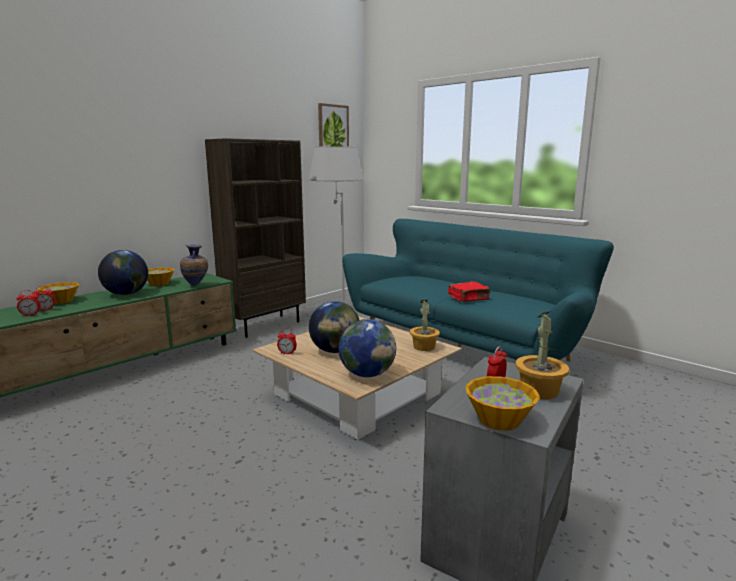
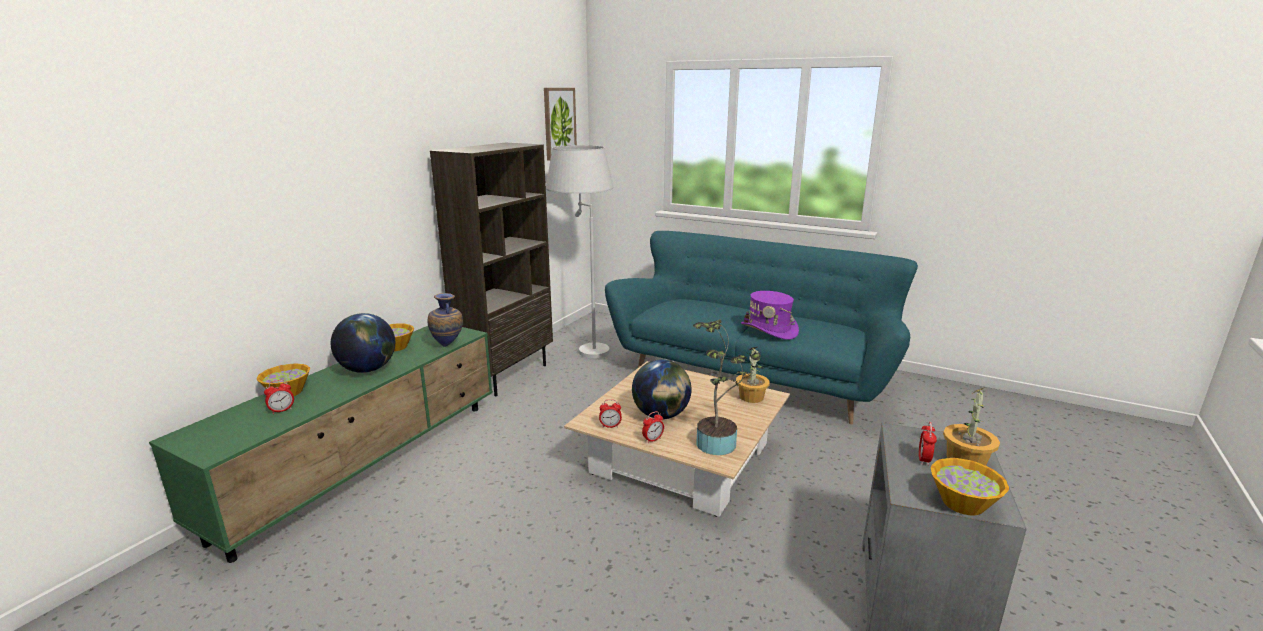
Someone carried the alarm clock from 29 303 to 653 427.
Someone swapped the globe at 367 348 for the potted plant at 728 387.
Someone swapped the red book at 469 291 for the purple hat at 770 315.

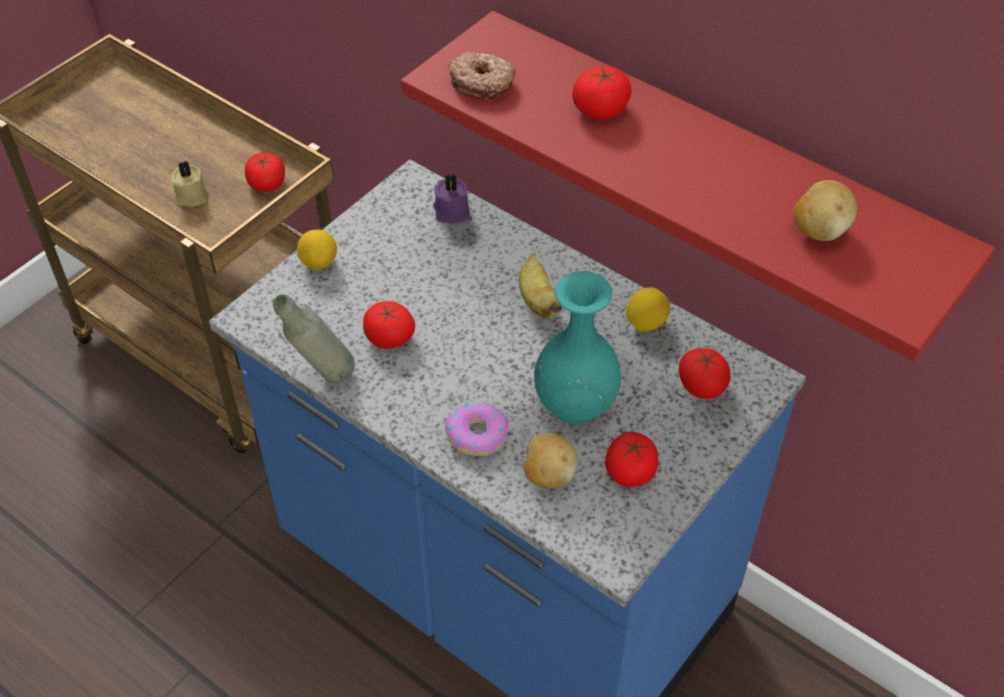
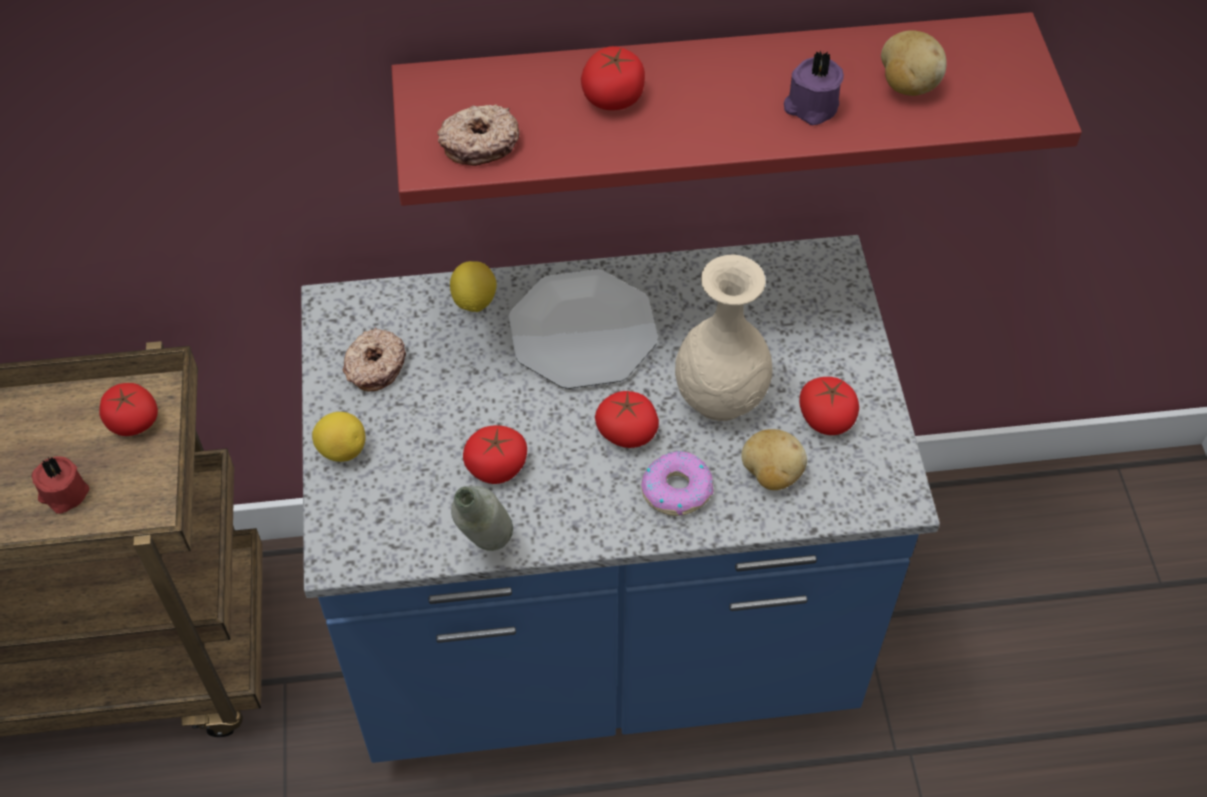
Someone put down the donut at 374 359.
Someone carried the purple candle from 451 199 to 814 88.
Someone carried the lemon from 648 309 to 473 286.
Someone carried the tomato from 705 373 to 627 419.
Someone swapped the banana at 540 286 for the plate at 583 329.
Someone repainted the beige candle at 189 184, which became the red candle at 60 485.
Someone repainted the turquoise vase at 577 347, which became the beige vase at 724 338.

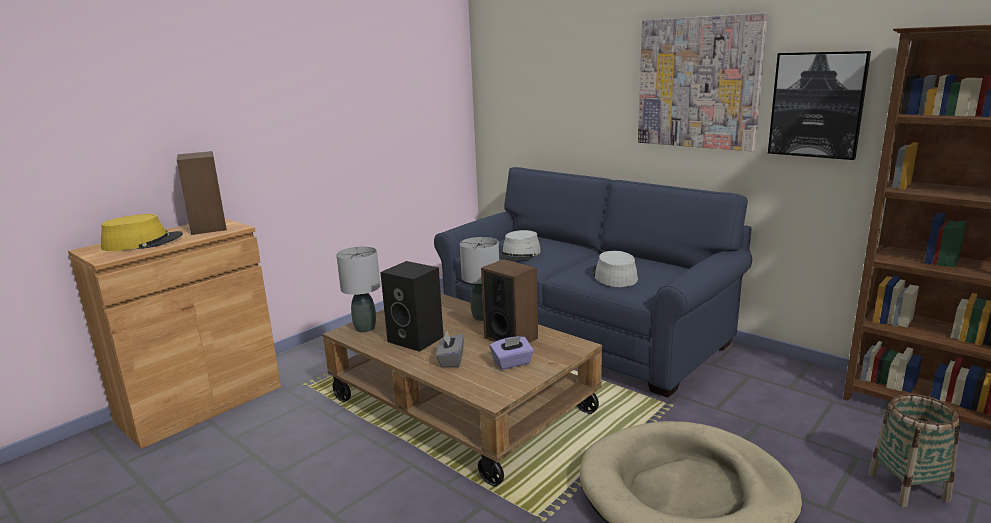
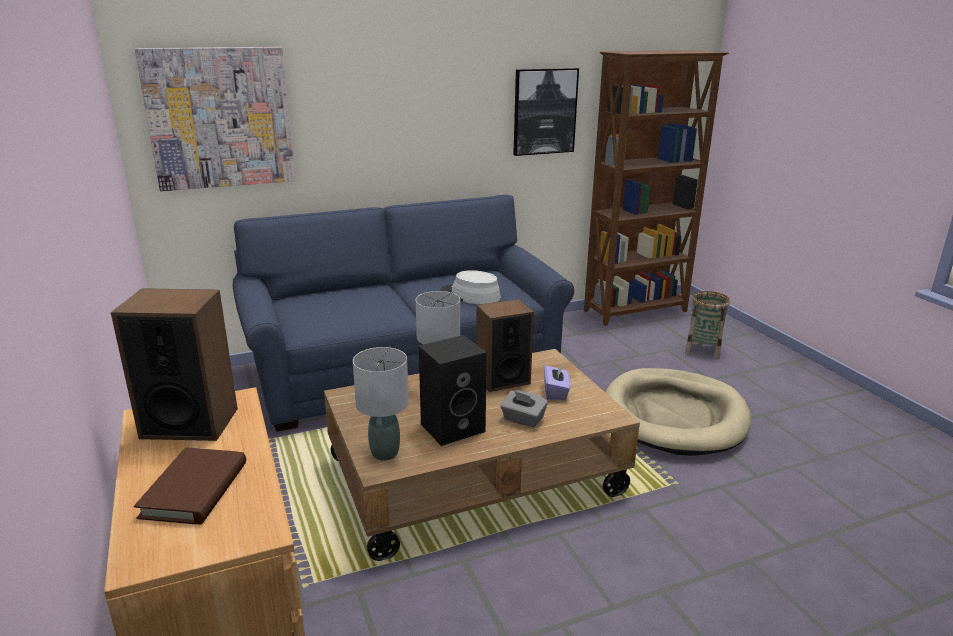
Someone took away the grey hat at 520 245.
Someone carried the picture from 703 82 to 215 119.
Someone swapped the yellow hat at 142 232 for the brown book at 190 486.

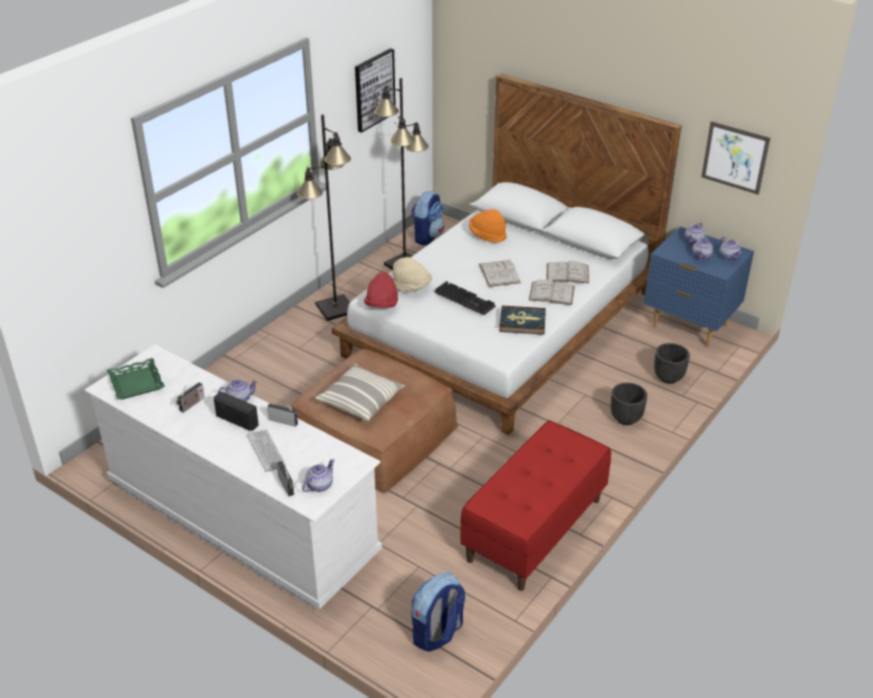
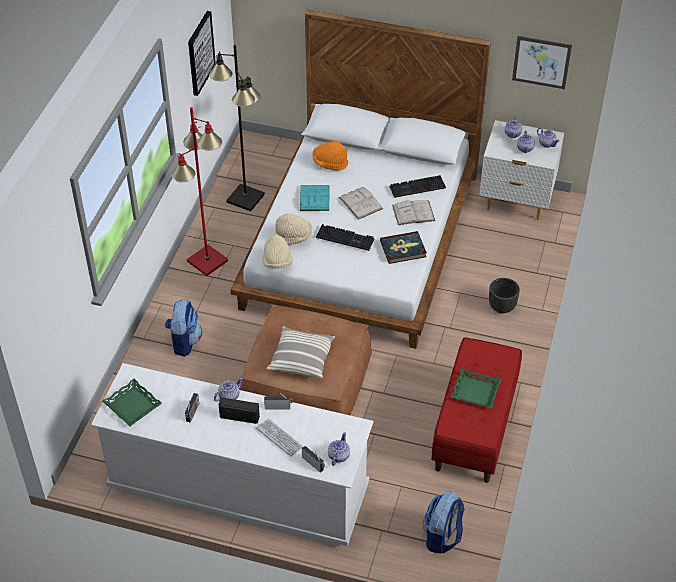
Someone took away the black planter at 672 363.
Someone put down the turquoise book at 315 198.
Someone put down the green tray at 475 388.
Someone carried the backpack from 428 218 to 183 328.
Someone swapped the white book at 568 272 for the keyboard at 418 186.
Someone repainted the black floor lamp at 324 217, which became the red floor lamp at 199 191.
Someone repainted the red hat at 381 290, which became the beige hat at 277 251.
Someone repainted the blue nightstand at 699 286, which became the white nightstand at 521 170.

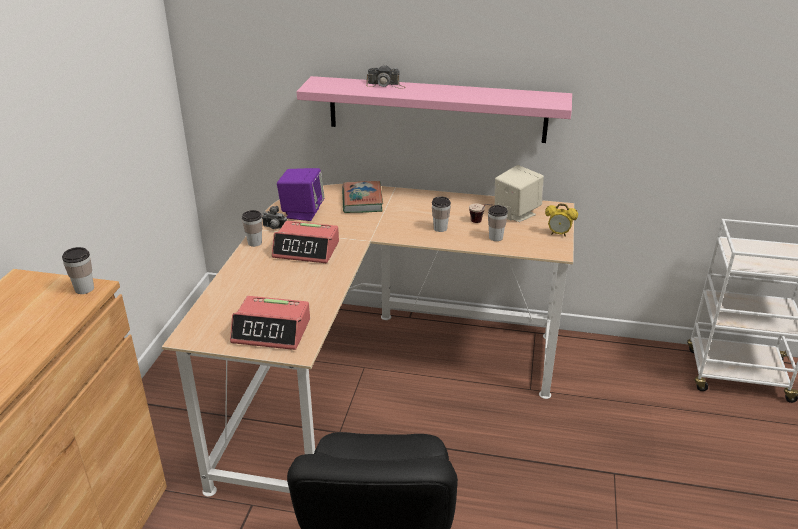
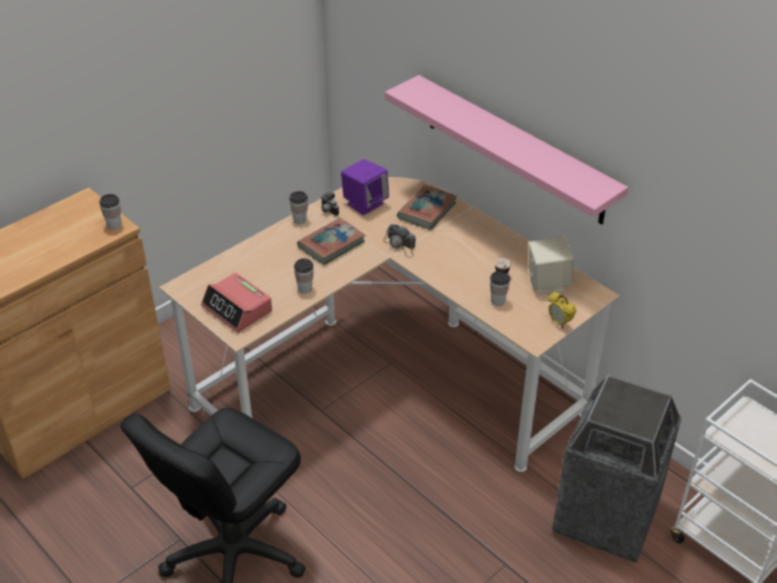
Someone put down the trash can at 617 469.
Someone carried the photo camera from 386 77 to 399 241.
Someone carried the cup from 441 214 to 304 276.
Someone swapped the alarm clock at 305 242 for the book at 331 241.

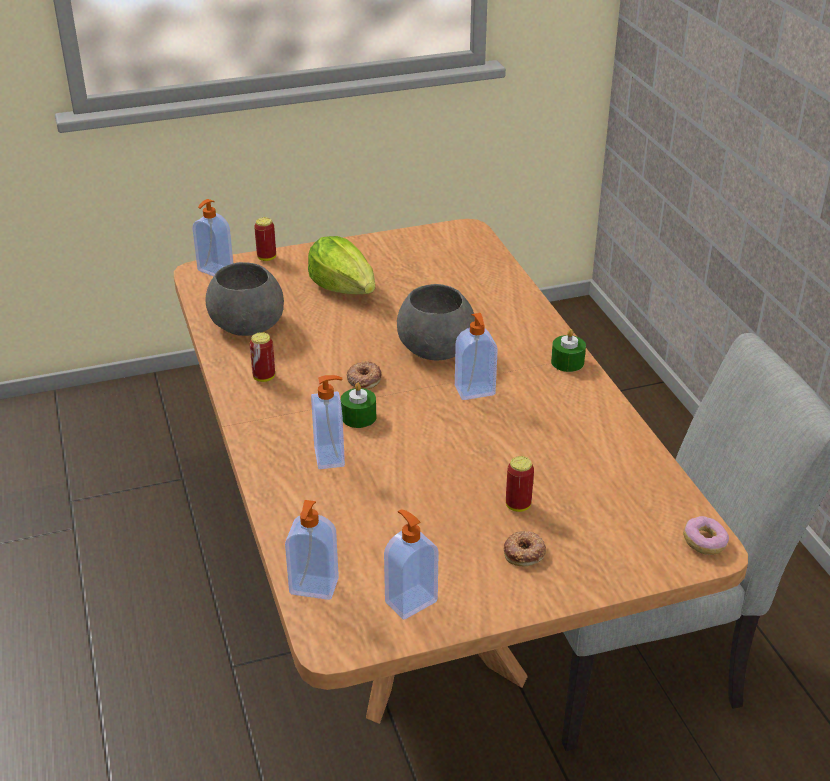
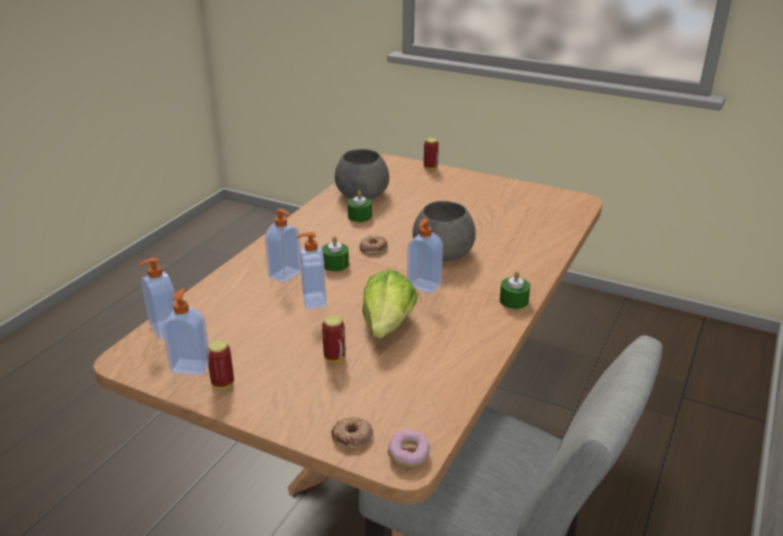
Someone put down the green candle at 360 206.
Someone carried the soap dispenser from 212 237 to 311 270.
Someone carried the can from 262 357 to 220 364.
Someone carried the lettuce from 341 265 to 390 303.
Someone carried the donut from 525 549 to 352 432.

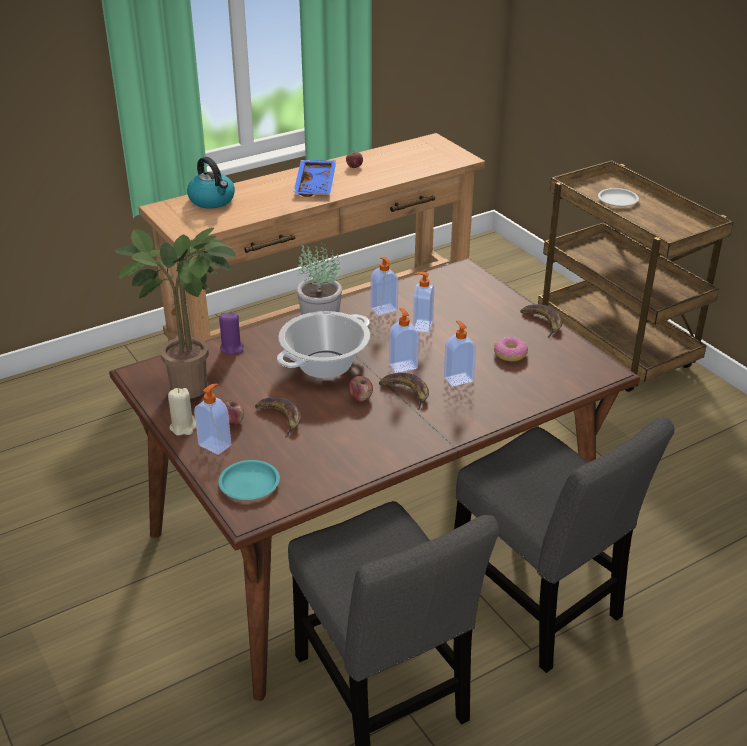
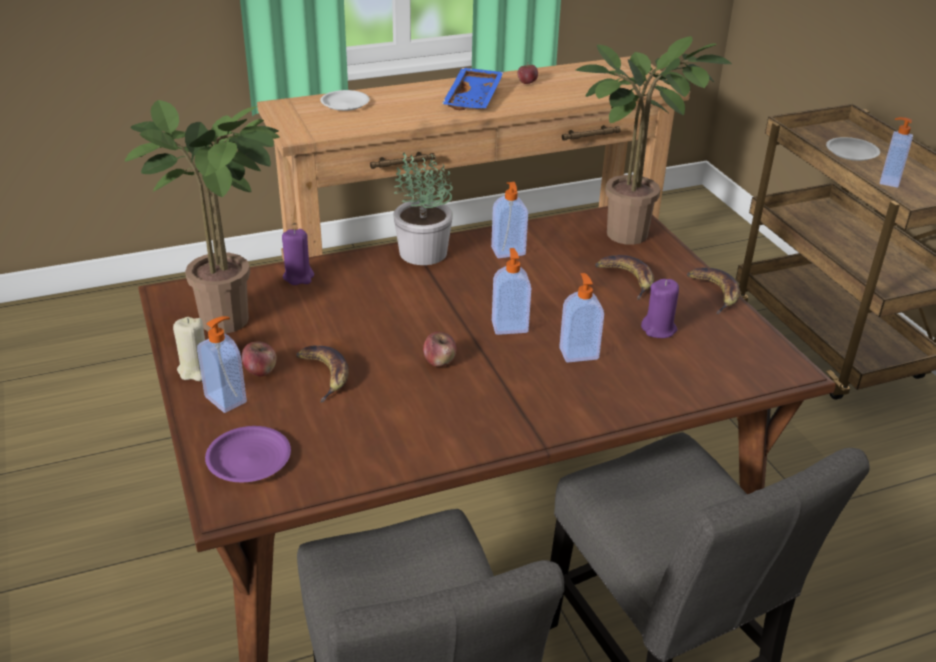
Someone took away the cooking pot at 323 344.
Someone put down the potted plant at 654 140.
Someone carried the banana from 404 391 to 624 277.
Someone carried the soap dispenser from 423 302 to 896 152.
Someone swapped the kettle at 211 182 for the white plate at 345 100.
Someone swapped the donut at 511 348 for the purple candle at 660 308.
Someone repainted the turquoise plate at 249 480, which became the purple plate at 248 454.

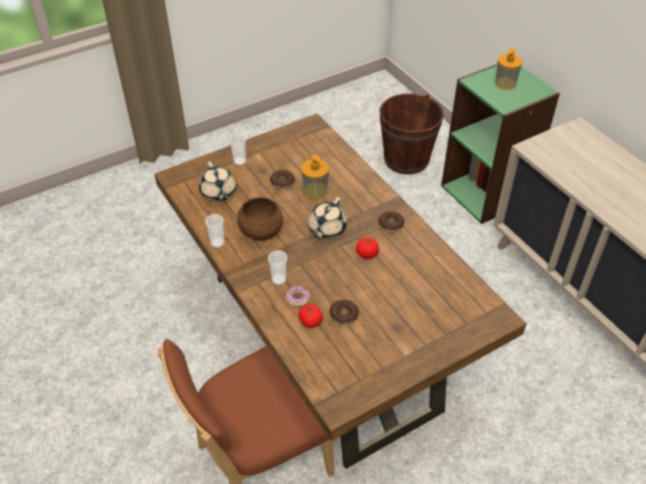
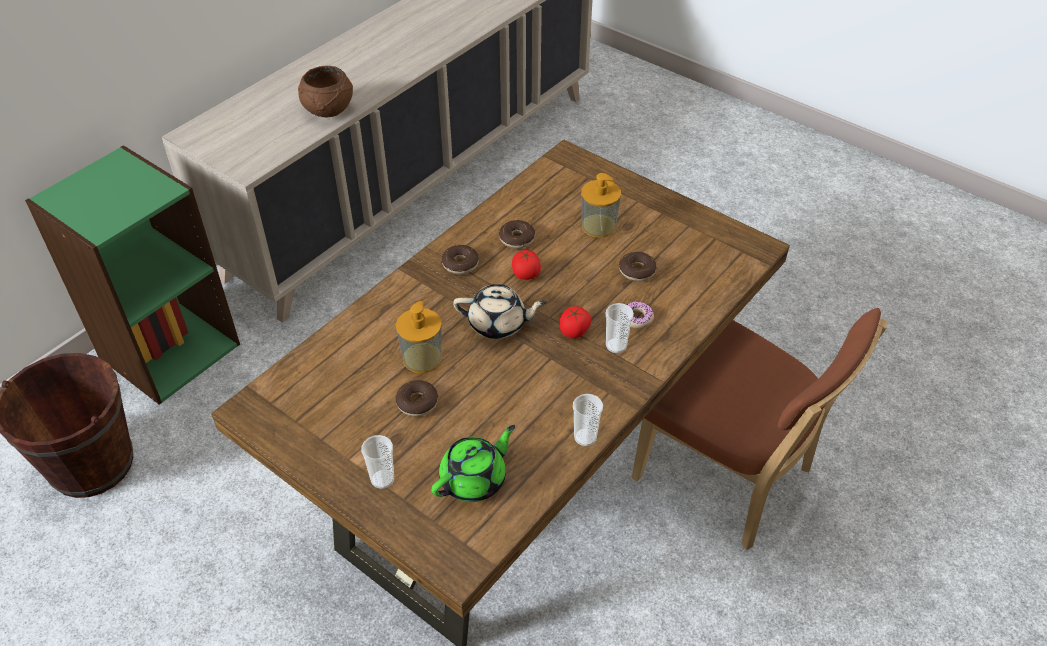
Someone put down the donut at 517 234.
Someone carried the brown bowl from 260 219 to 325 91.
Someone carried the tomato from 310 316 to 575 322.
Someone carried the soap dispenser from 509 69 to 601 205.
Someone repainted the beige teapot at 217 181, which became the green teapot at 473 463.

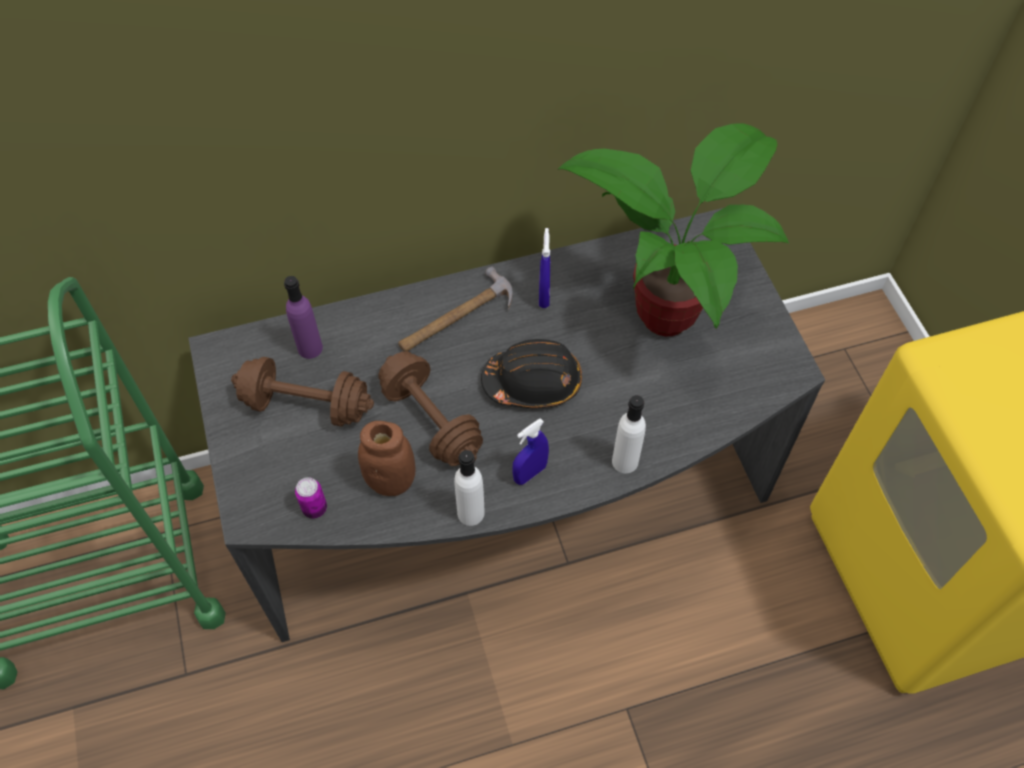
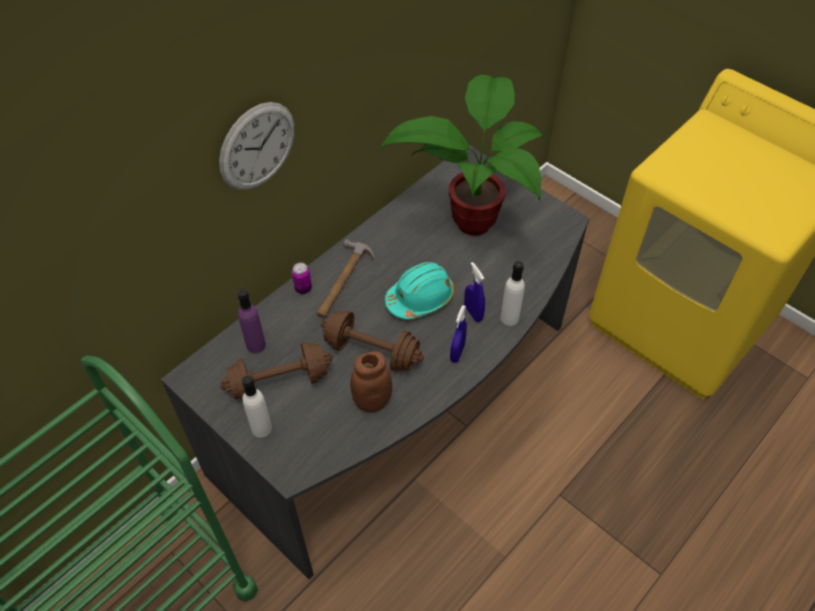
Someone put up the wall clock at 257 146.
Someone carried the can from 311 497 to 302 278.
Someone carried the white bottle from 469 488 to 257 406.
Someone carried the blue spray bottle from 544 268 to 474 292.
Someone repainted the black hard hat at 531 373, which became the turquoise hard hat at 420 290.

